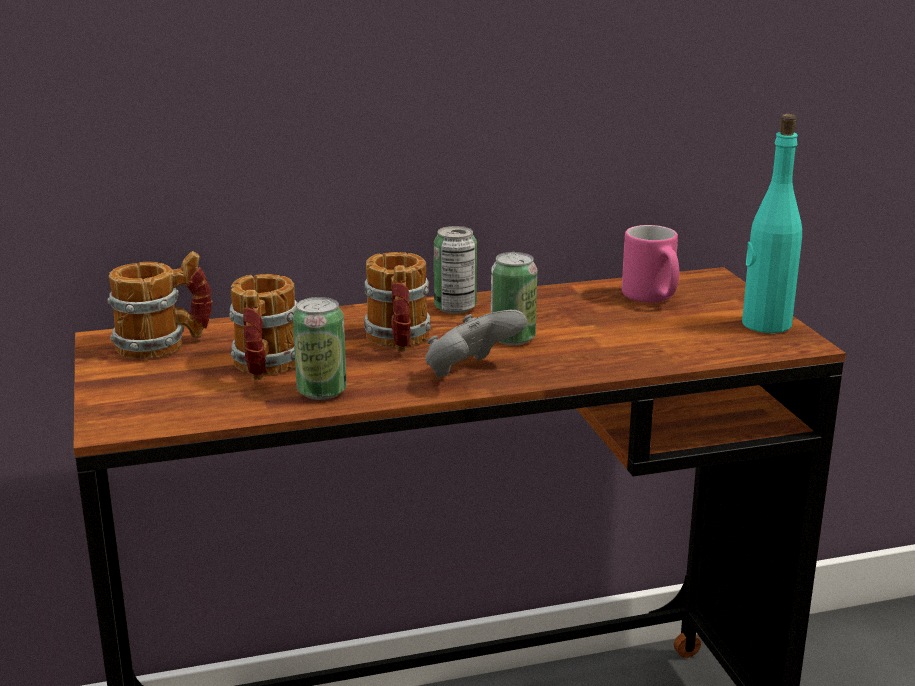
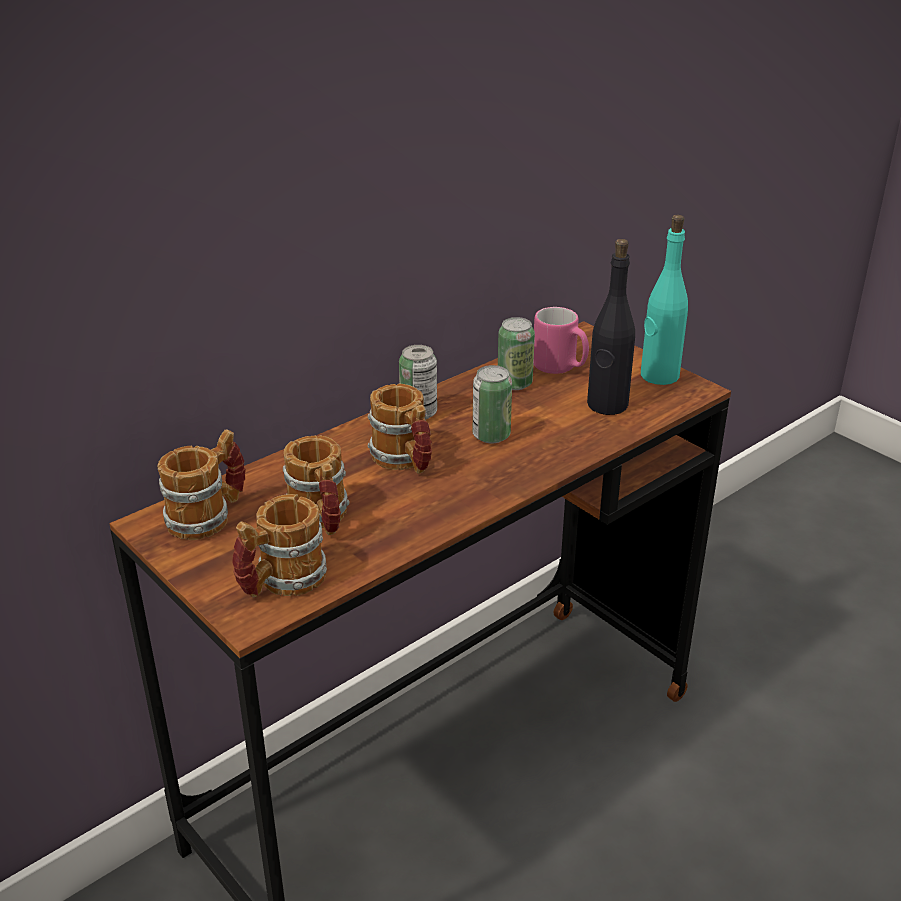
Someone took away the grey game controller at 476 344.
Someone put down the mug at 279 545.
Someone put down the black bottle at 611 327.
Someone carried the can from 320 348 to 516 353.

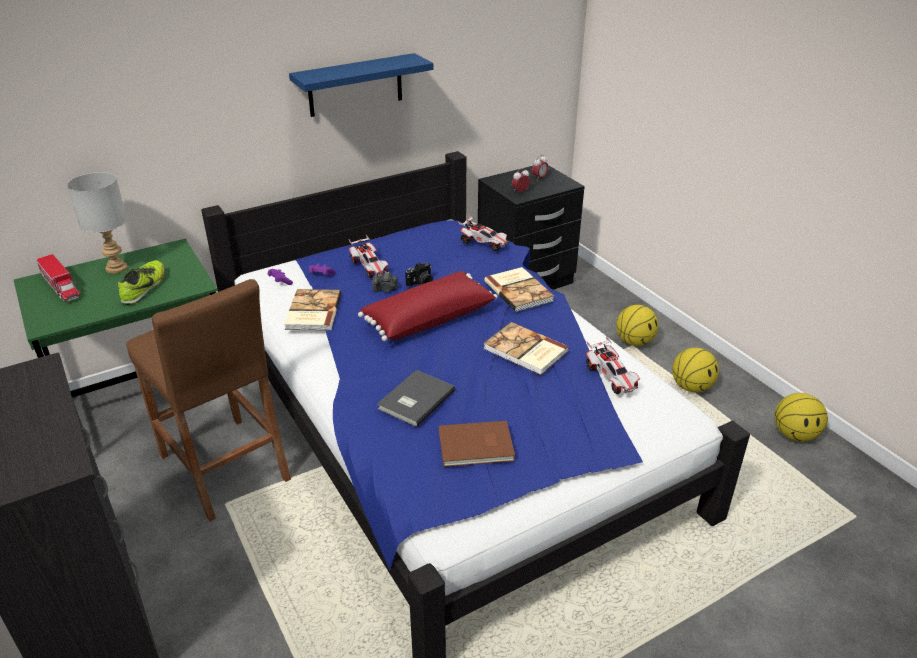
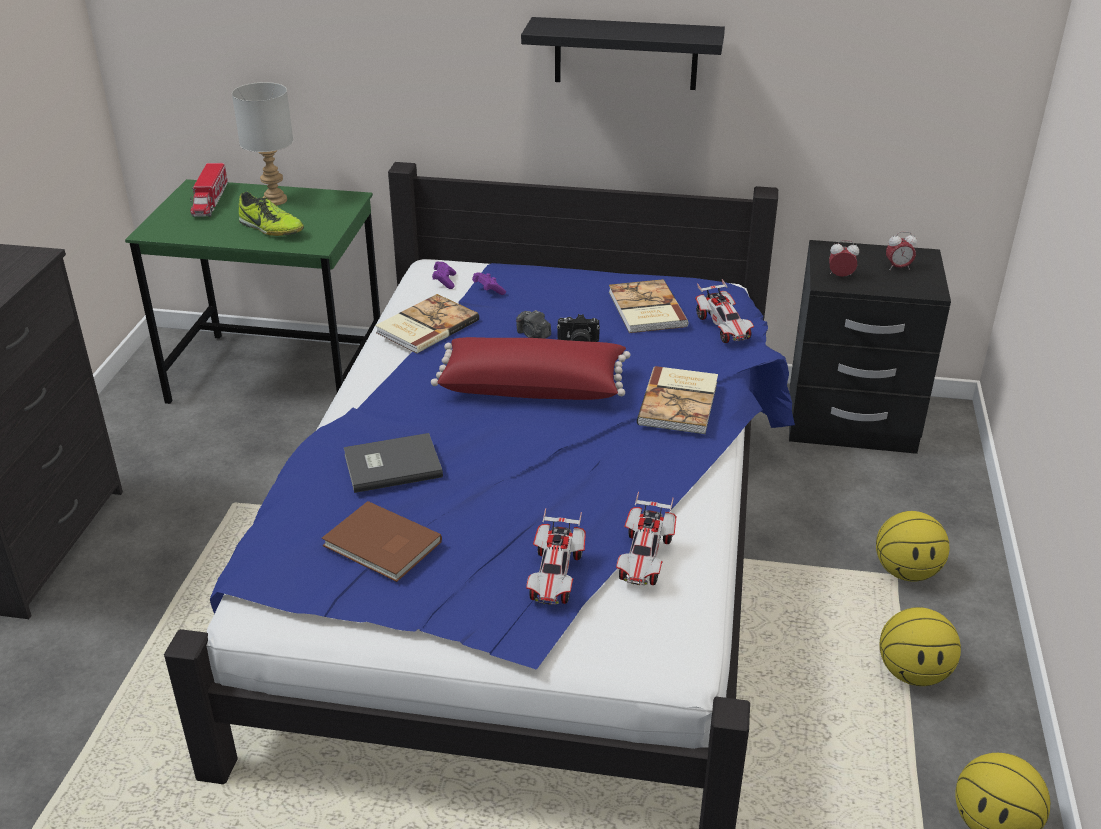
Someone took away the brown stool at 208 400.
Someone carried the toy car from 369 256 to 556 556.
Someone carried the book from 526 348 to 648 306.
Someone repainted the blue shelf at 361 85, which became the black shelf at 623 53.
Someone rotated the shoe at 141 282 by 75 degrees clockwise.

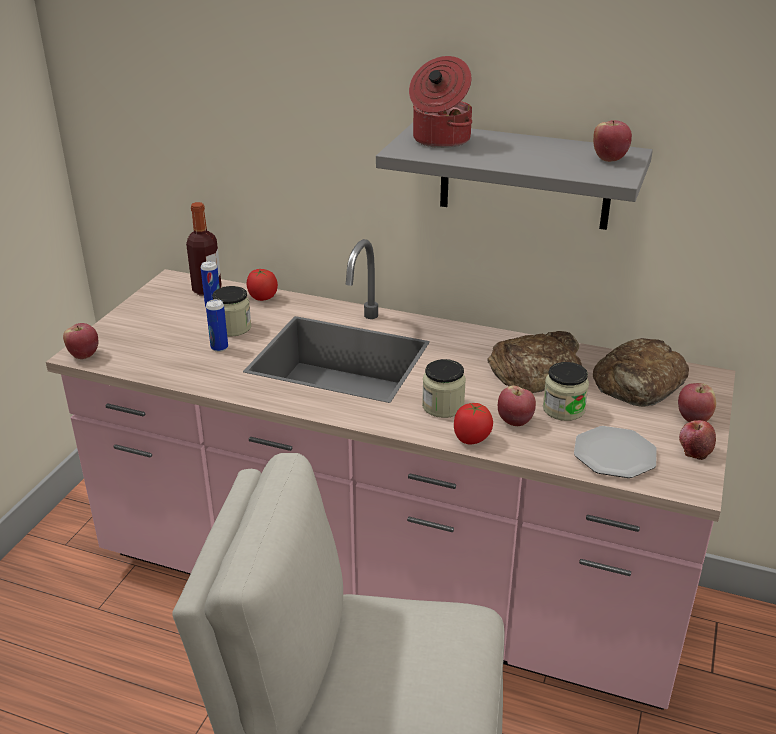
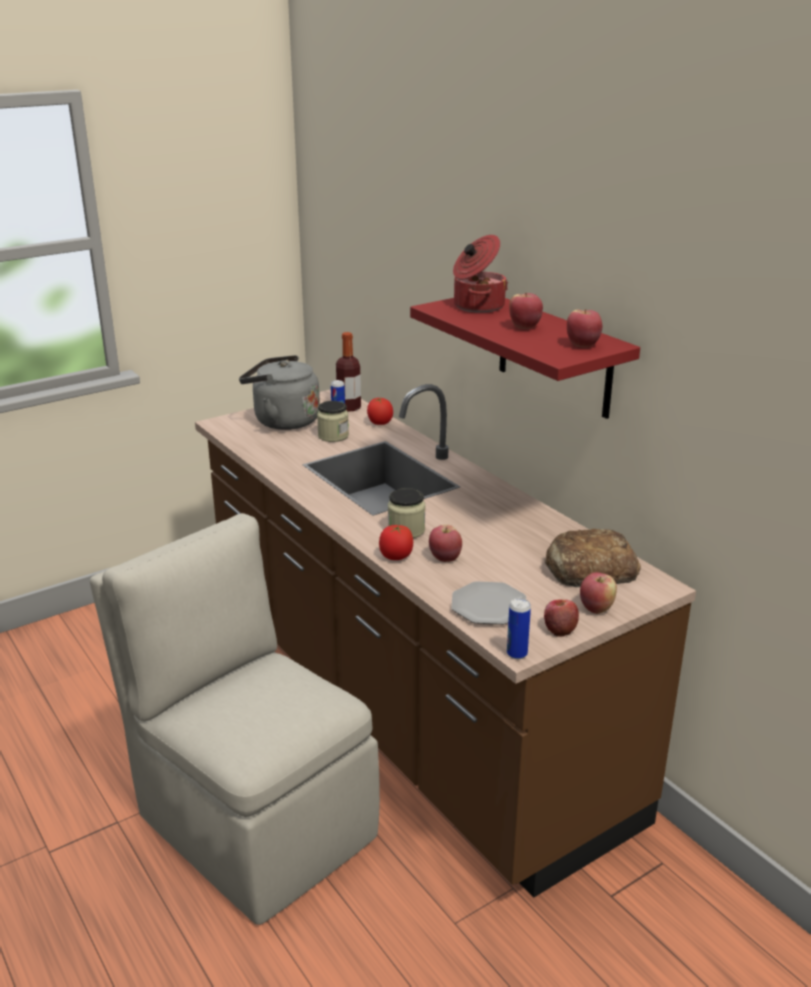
Someone took away the bread at 534 362.
Someone took away the jar at 566 391.
Someone put down the grey kettle at 279 392.
Someone carried the apple from 80 341 to 526 311.
Someone carried the can from 217 325 to 519 628.
Someone repainted the pink counter at 390 474, which became the brown counter at 445 641.
Someone repainted the grey shelf at 514 176, which became the red shelf at 525 358.

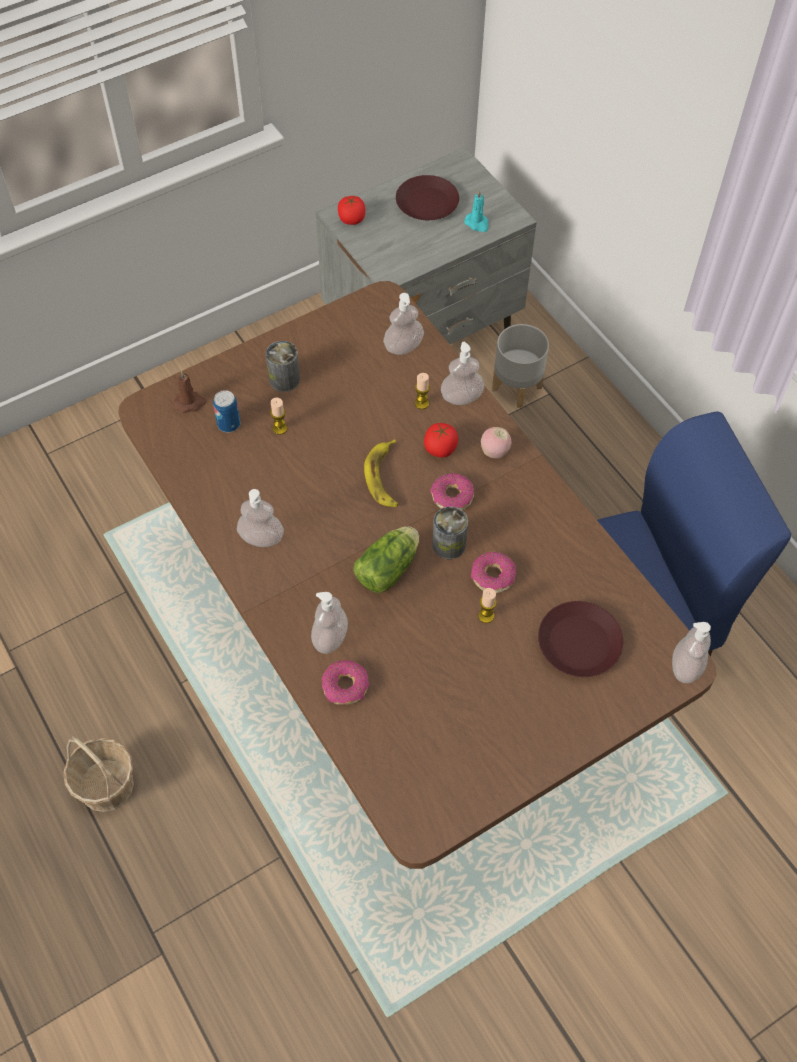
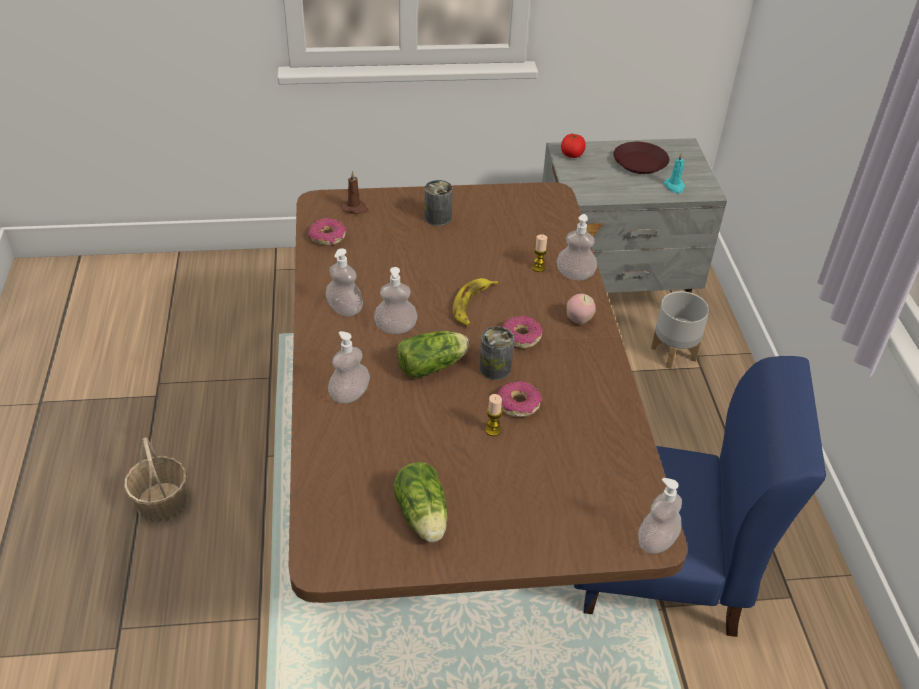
Someone took away the can at 226 411.
Someone took away the candle at 278 416.
Someone took away the tomato at 441 440.
Someone took away the brown plate at 580 639.
Someone put down the lettuce at 421 502.
Someone carried the donut from 346 682 to 327 232.
Someone carried the soap dispenser from 403 324 to 396 300.

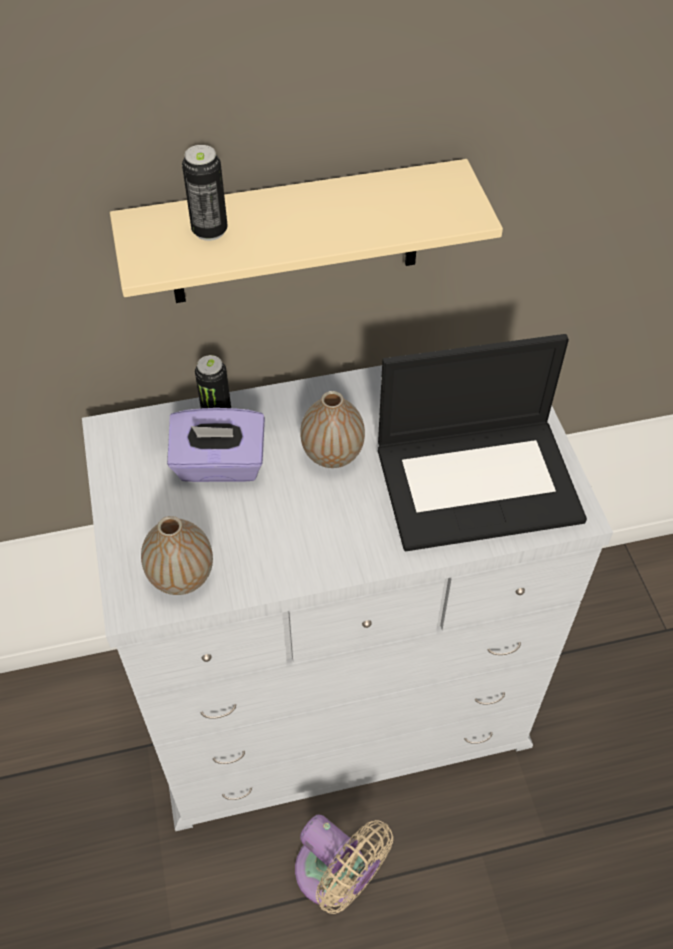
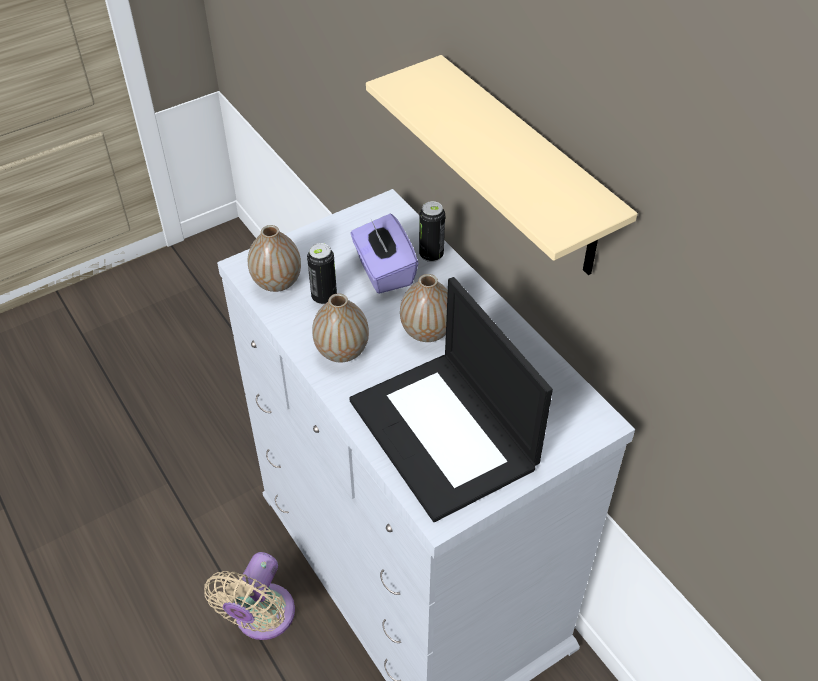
Someone put down the vase at 340 327.
Someone carried the can from 205 193 to 322 274.

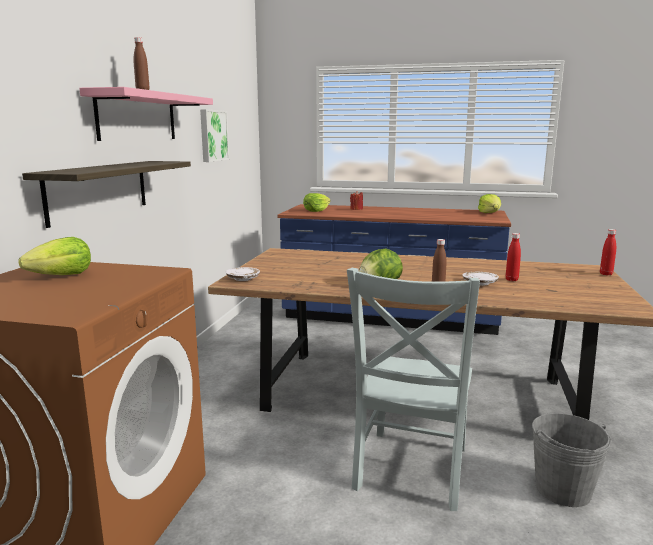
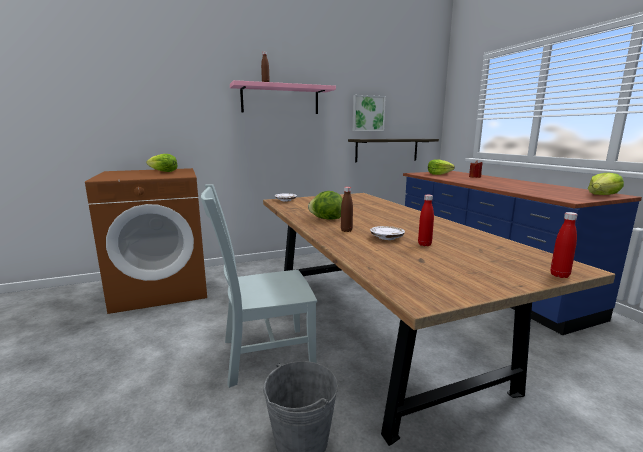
Someone carried the shelf from 106 194 to 393 150.

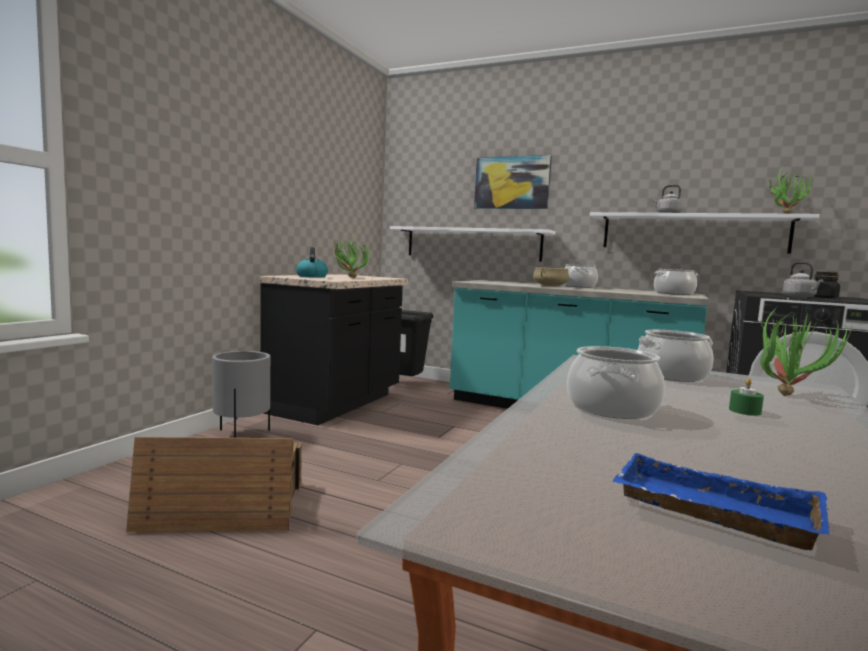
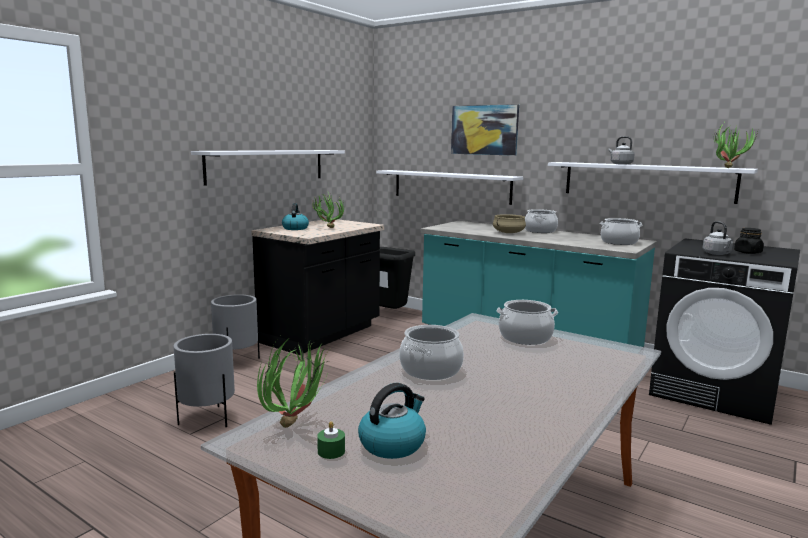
Someone put up the white shelf at 268 168.
Someone carried the green candle from 746 397 to 331 440.
Someone carried the potted plant from 806 351 to 293 383.
Someone swapped the crate at 214 484 for the grey planter at 204 380.
Someone swapped the blue tray at 721 502 for the kettle at 392 421.

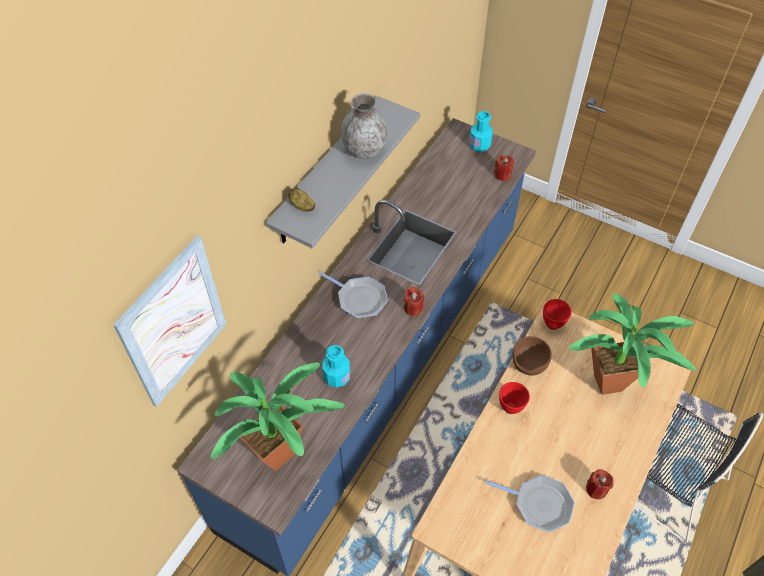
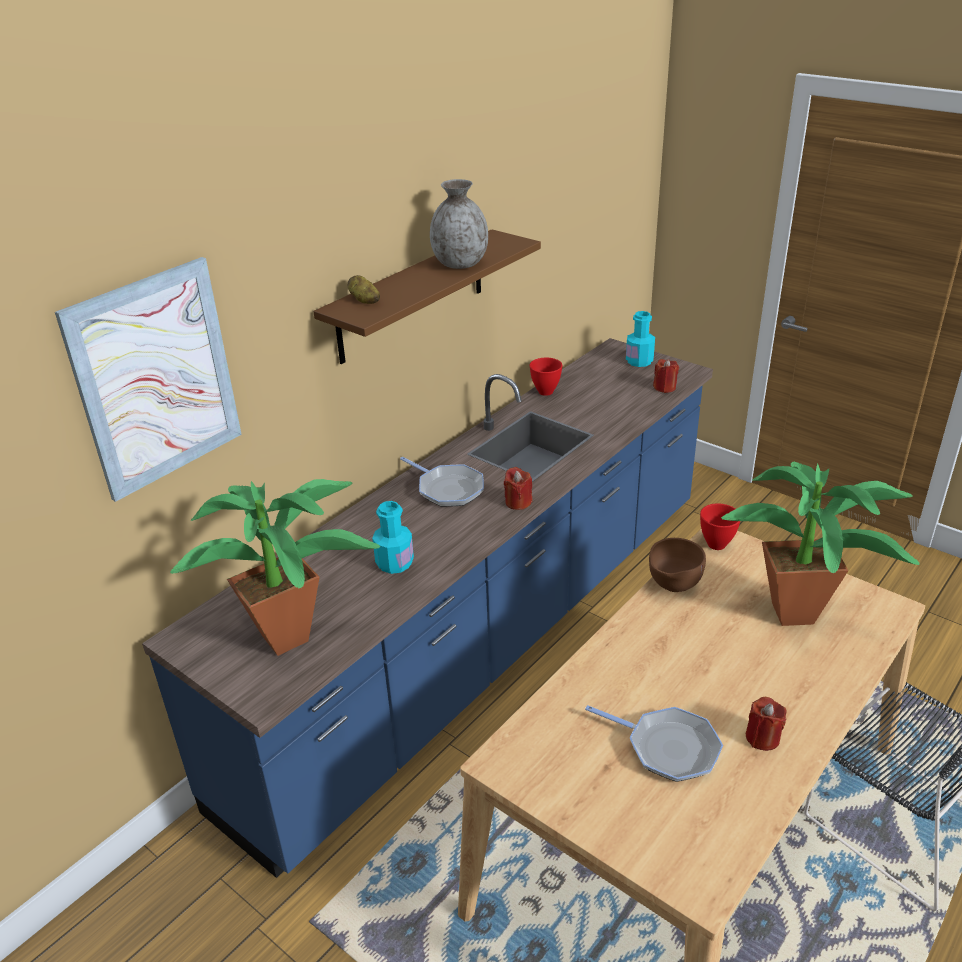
Someone carried the red bowl from 514 398 to 546 377.
Someone repainted the grey shelf at 343 172, which became the brown shelf at 427 296.

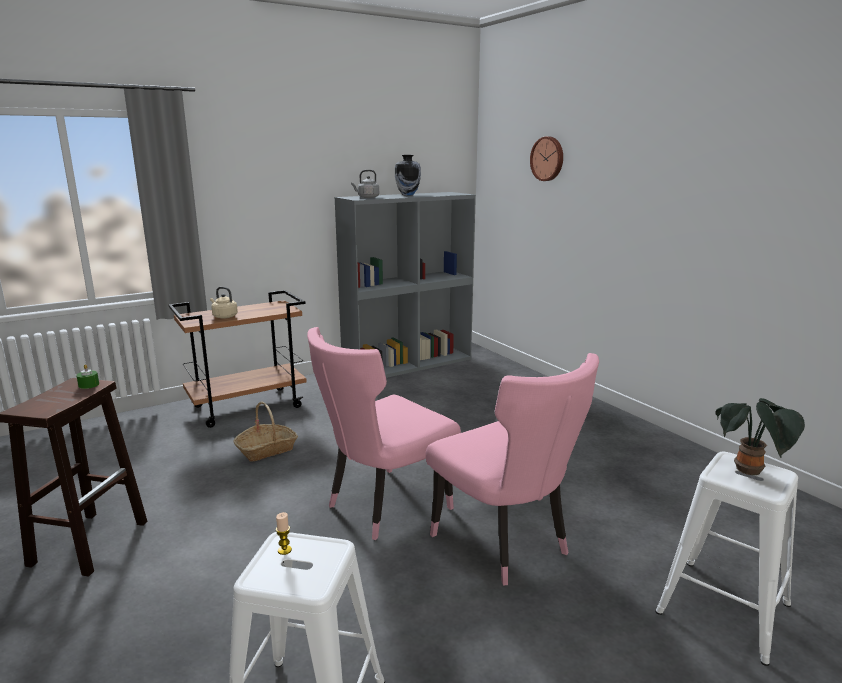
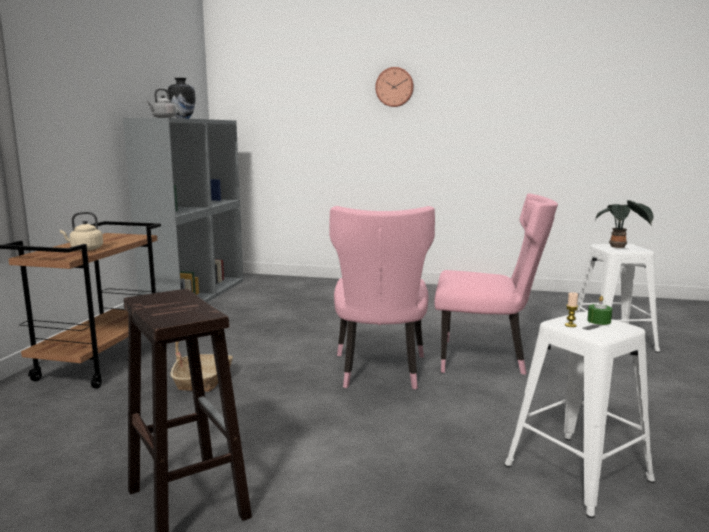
Someone carried the green candle from 87 376 to 599 310.
Someone carried the wall clock from 546 159 to 394 87.

